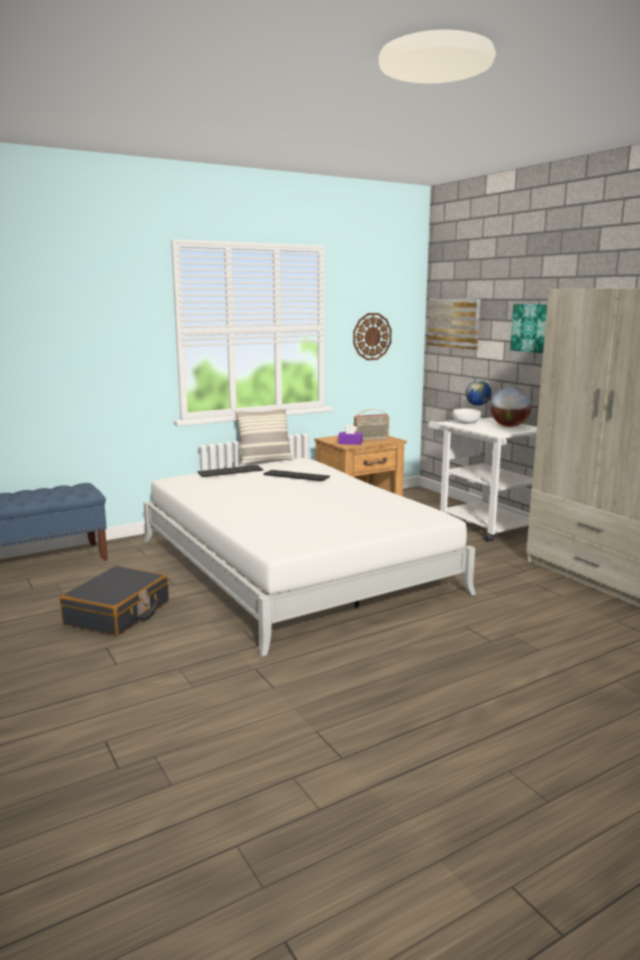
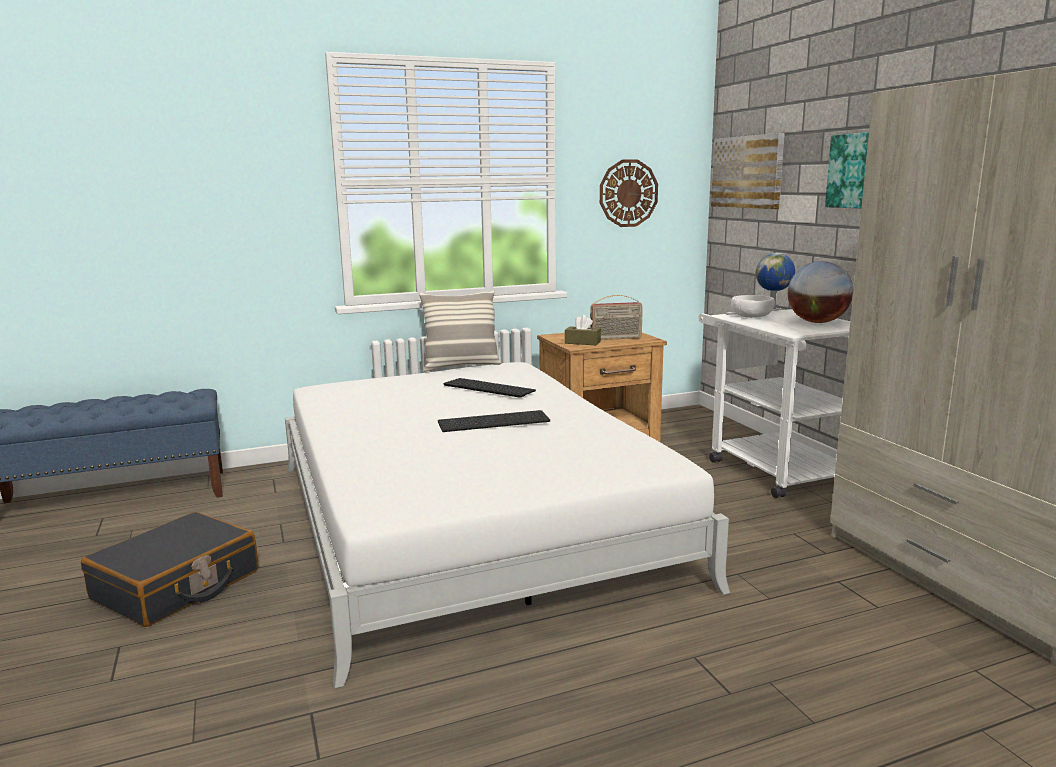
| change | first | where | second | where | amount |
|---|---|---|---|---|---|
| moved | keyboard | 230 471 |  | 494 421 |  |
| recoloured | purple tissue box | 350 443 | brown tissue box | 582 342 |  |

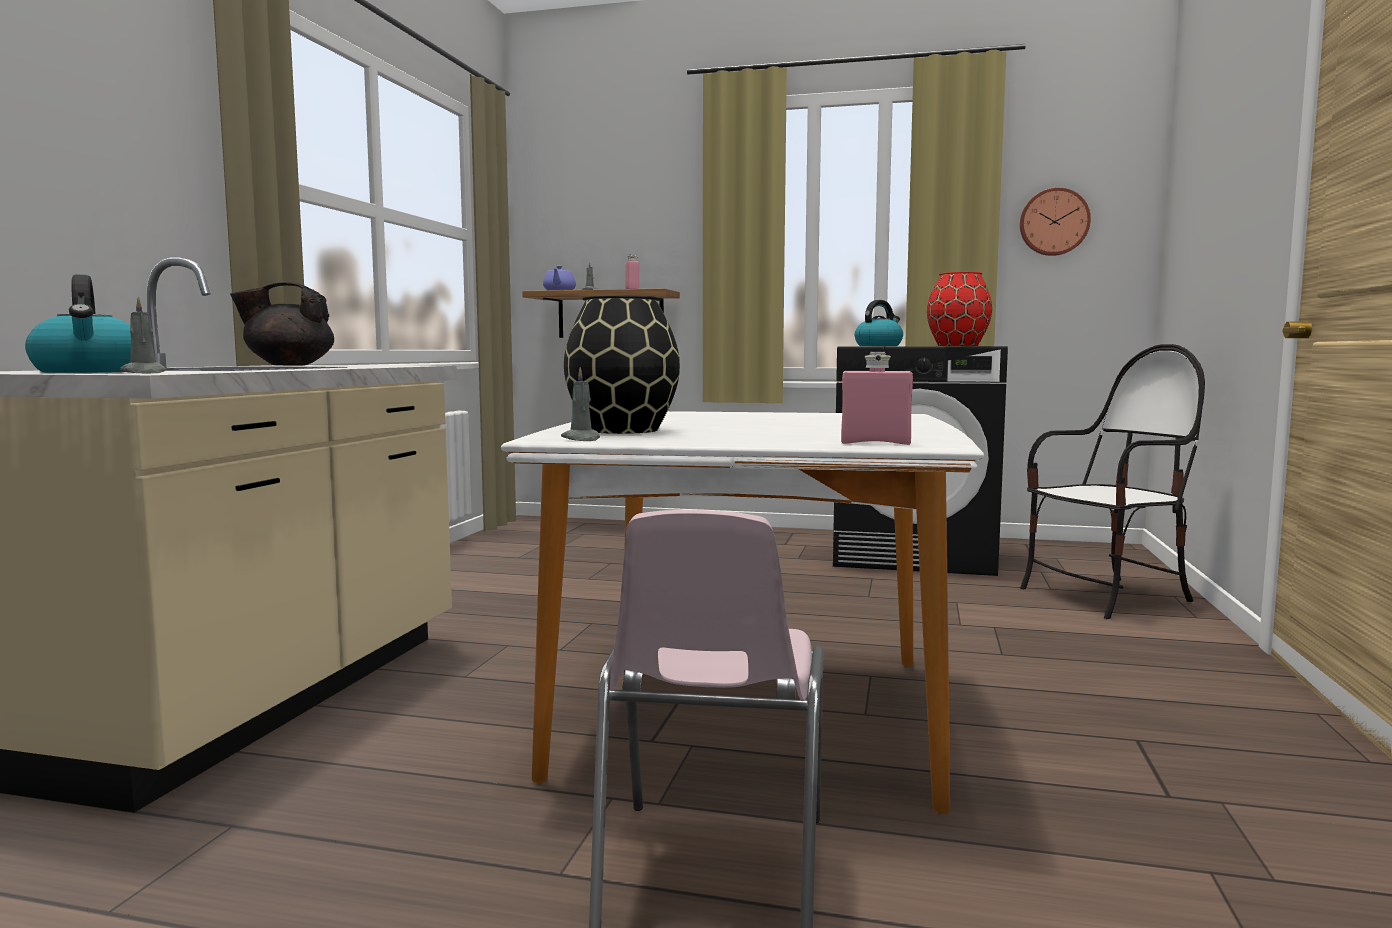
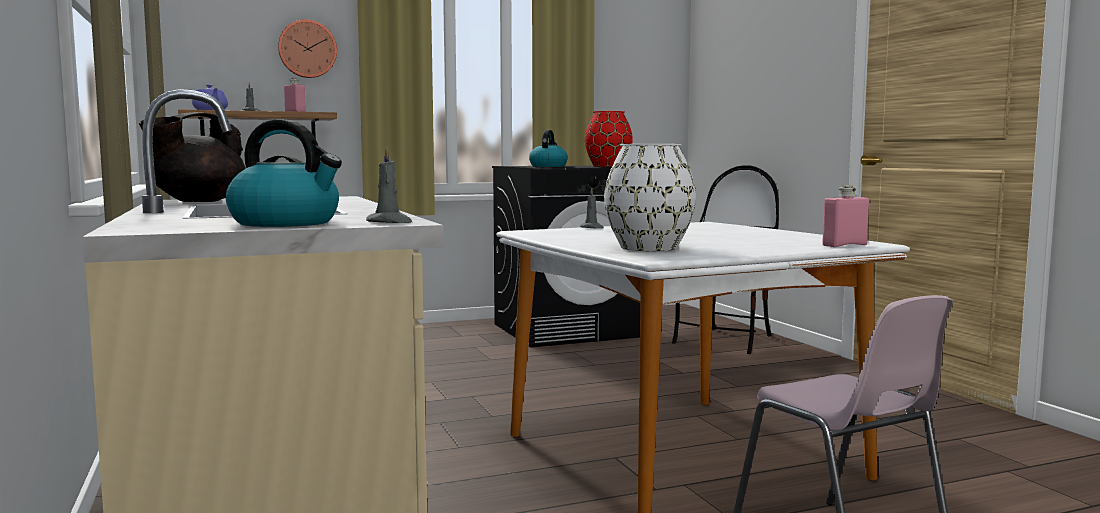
| change | first | where | second | where | amount |
|---|---|---|---|---|---|
| moved | grey candle | 582 439 |  | 592 228 |  |
| moved | wall clock | 1054 222 |  | 307 49 |  |
| recoloured | black vase | 621 430 | white vase | 647 248 |  |

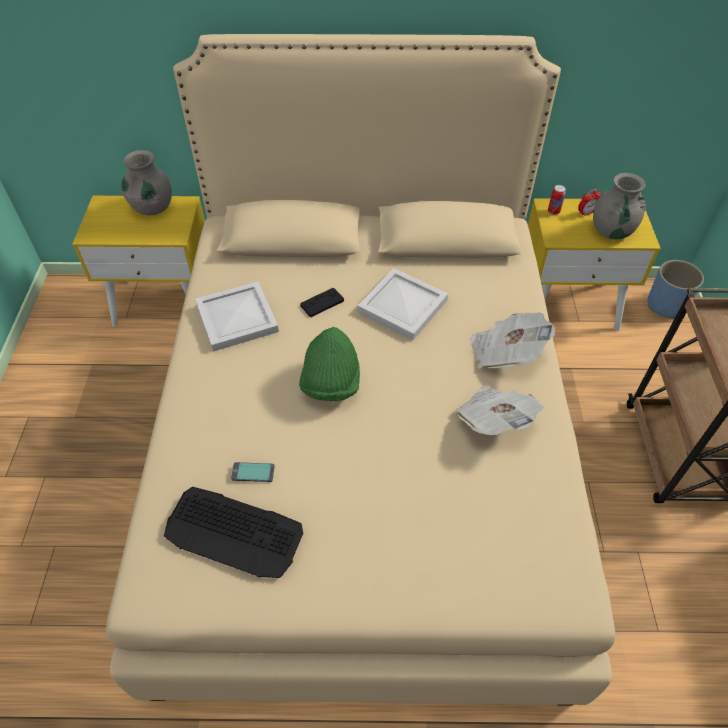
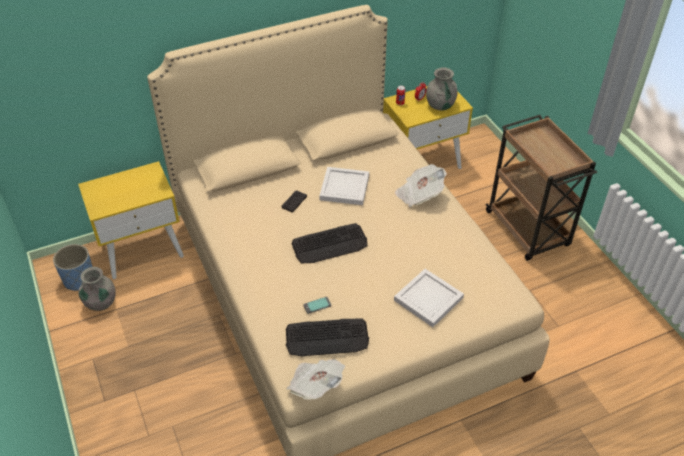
| change | first | where | second | where | amount |
|---|---|---|---|---|---|
| moved | grey vase | 153 207 |  | 101 302 |  |
| moved | white tray | 238 318 |  | 429 299 |  |
| moved | newspaper | 494 421 |  | 315 385 |  |
| moved | blue planter | 665 305 |  | 79 279 |  |
| replaced | green hat | 331 383 | keyboard | 330 244 |  |

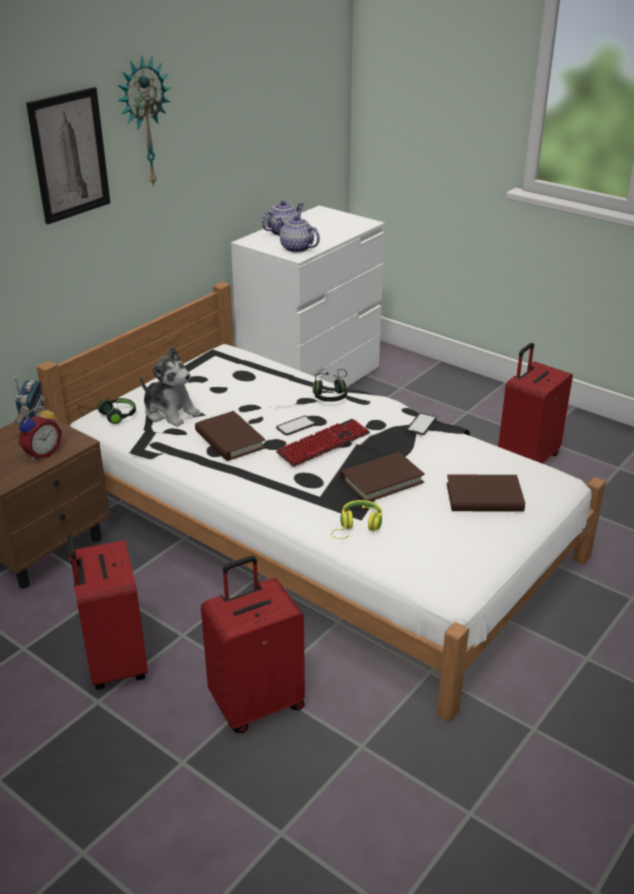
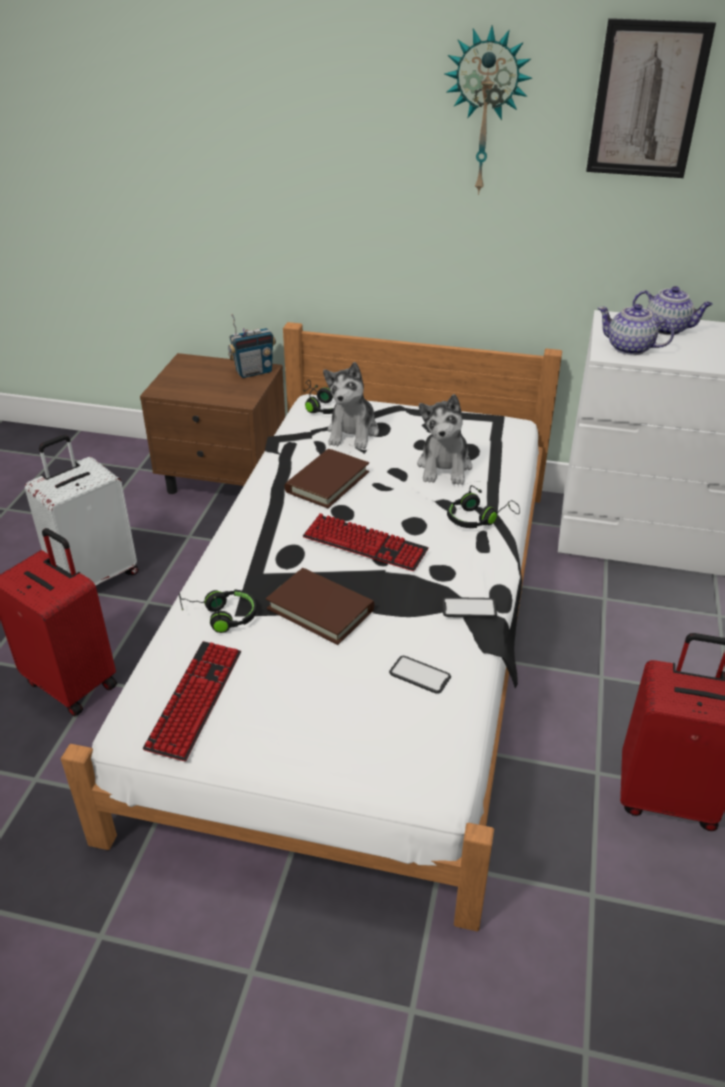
| change | first | where | second | where | amount |
|---|---|---|---|---|---|
| removed | alarm clock | 41 453 |  |  |  |
| removed | brown book | 484 498 |  |  |  |
| added |  |  | keyboard | 195 700 |  |
| added |  |  | plush toy | 444 467 |  |
| moved | picture | 69 155 |  | 647 100 |  |
| moved | phone | 296 426 |  | 420 675 |  |
| recoloured | red suitcase | 114 663 | white suitcase | 95 576 |  |
| recoloured | yellow headphones | 357 526 | black headphones | 220 616 |  |
| turned | teapot | 297 248 |  | 630 348 | 75 degrees counterclockwise |

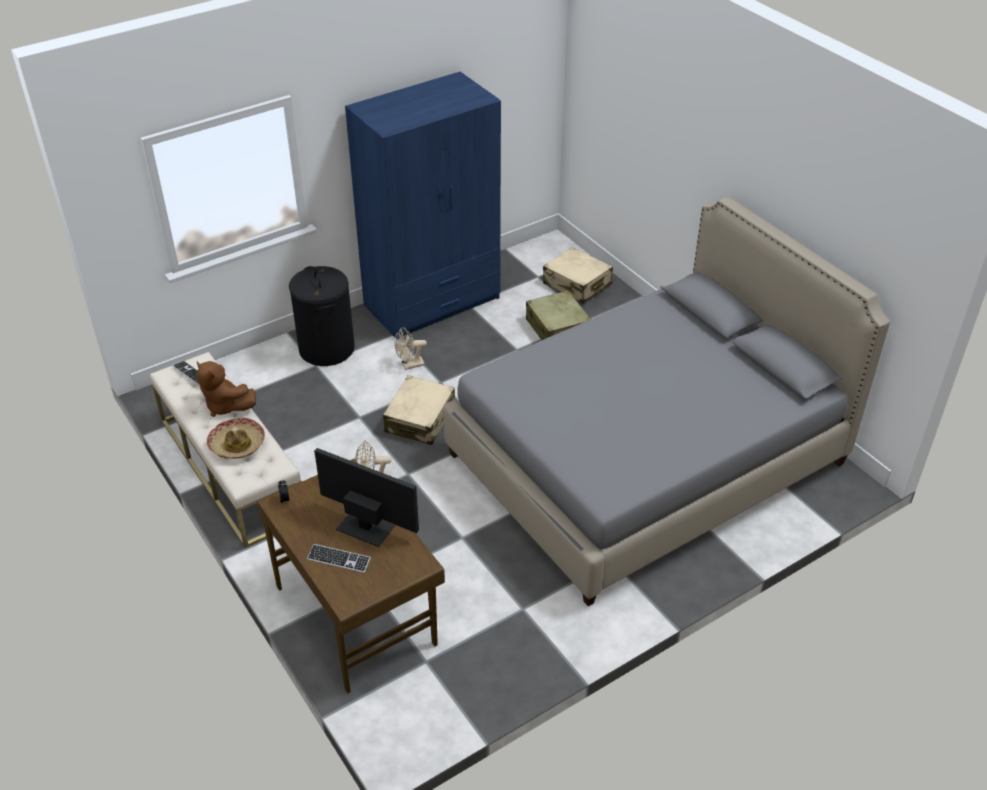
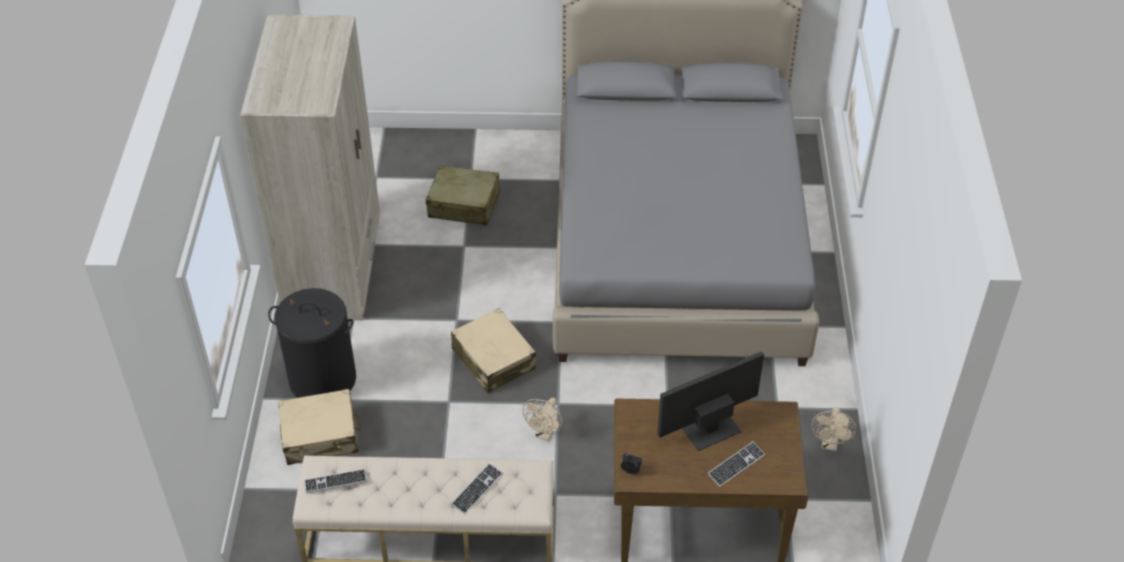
| change | first | where | second | where | amount |
|---|---|---|---|---|---|
| removed | brown plush toy | 225 406 |  |  |  |
| moved | beige fan | 409 365 |  | 830 444 |  |
| moved | beige suitcase | 577 284 |  | 320 436 |  |
| replaced | hat | 237 444 | keyboard | 477 489 |  |
| recoloured | blue wardrobe | 433 302 | beige wardrobe | 334 267 |  |

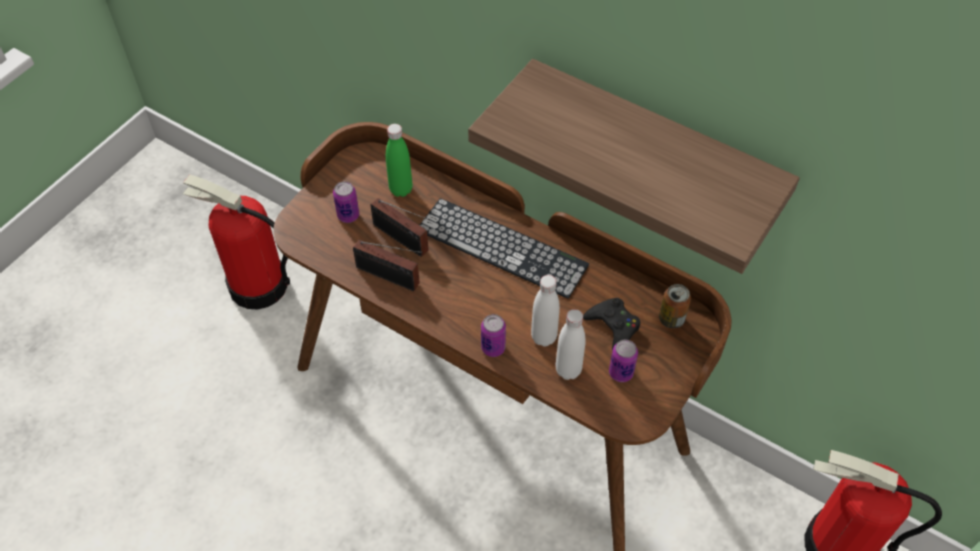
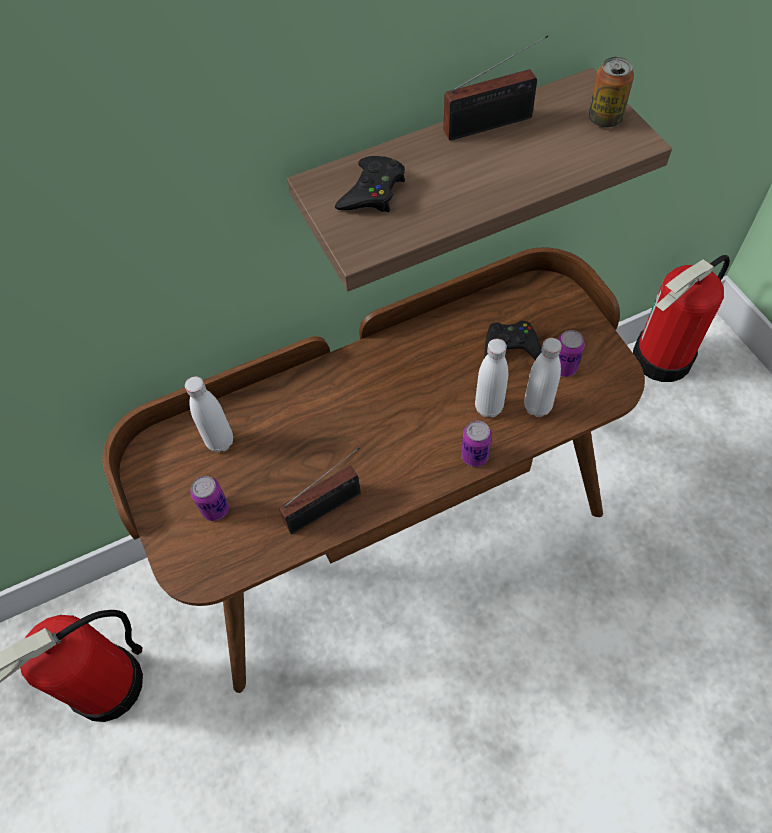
| change | first | where | second | where | amount |
|---|---|---|---|---|---|
| removed | keyboard | 501 247 |  |  |  |
| added |  |  | black game controller | 372 191 |  |
| moved | radio | 403 240 |  | 493 124 |  |
| moved | can | 671 319 |  | 605 119 |  |
| recoloured | green bottle | 401 189 | white bottle | 220 442 |  |

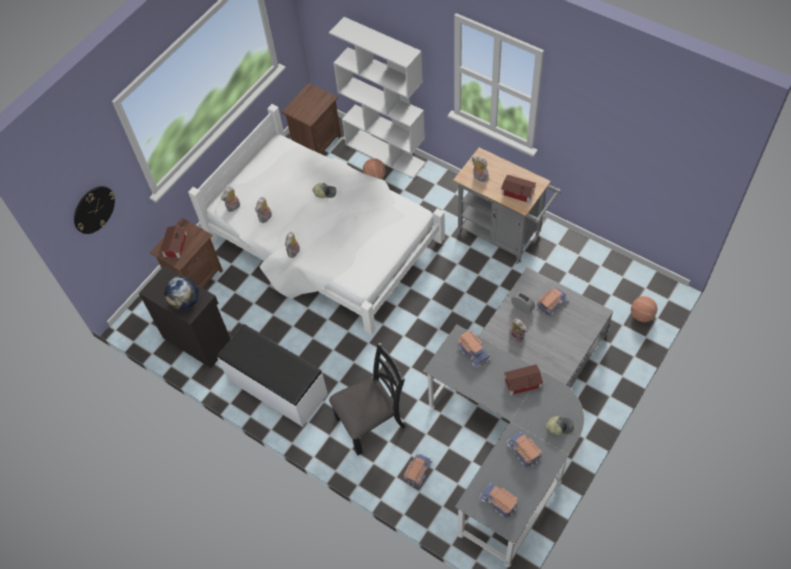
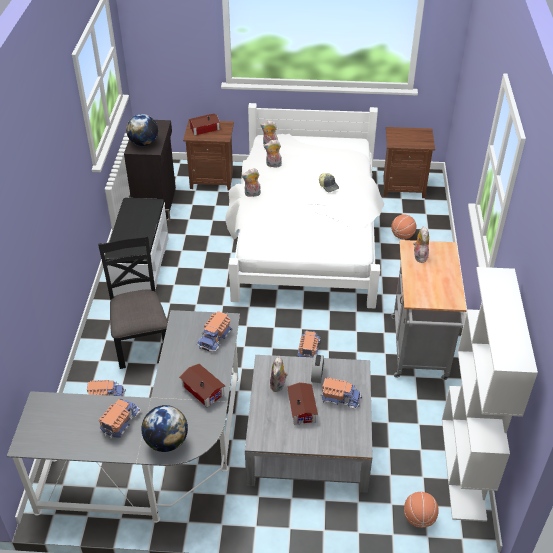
| change | first | where | second | where | amount |
|---|---|---|---|---|---|
| removed | wall clock | 93 209 |  |  |  |
| moved | white bookcase | 386 153 |  | 464 468 |  |
| moved | toy truck | 498 502 |  | 308 348 |  |
| moved | toy house | 517 191 |  | 302 407 |  |
| replaced | cap | 559 426 | globe | 166 441 |  |
| turned | black chair | 371 422 |  | 141 341 | 135 degrees counterclockwise |

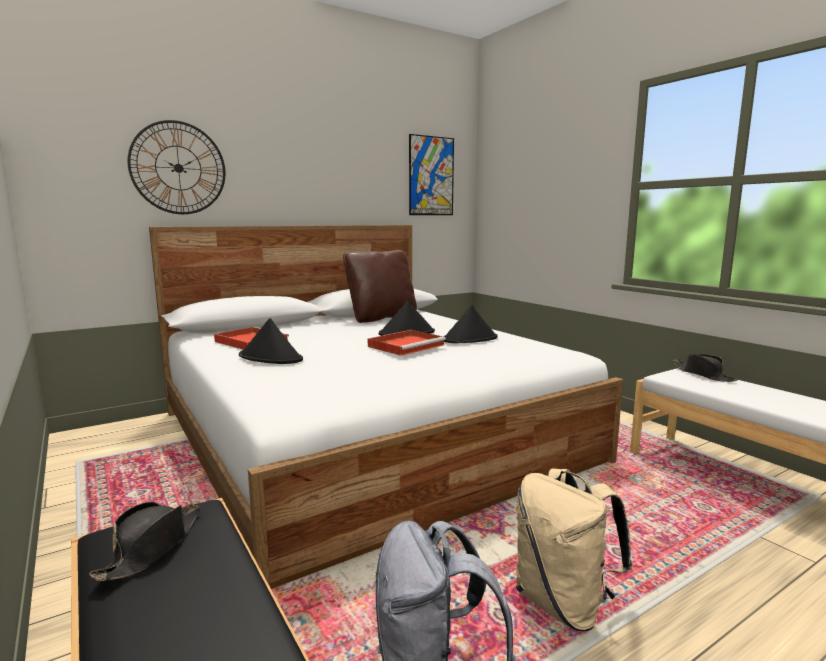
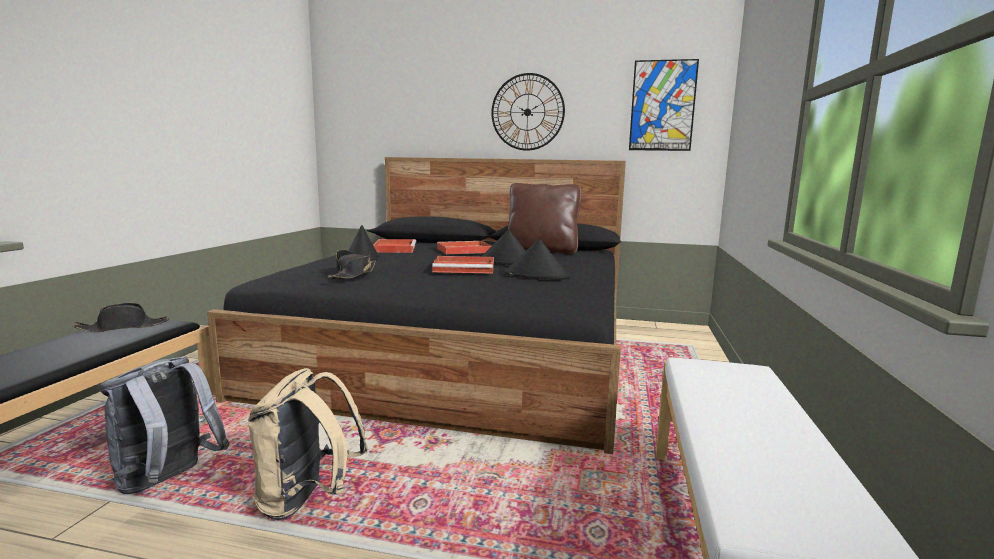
| change | first | where | second | where | amount |
|---|---|---|---|---|---|
| added |  |  | red tray | 463 250 |  |
| moved | wall clock | 178 168 |  | 527 112 |  |
| moved | black hat | 703 374 |  | 353 274 |  |
| recoloured | white bed | 367 435 | black bed | 463 351 |  |

